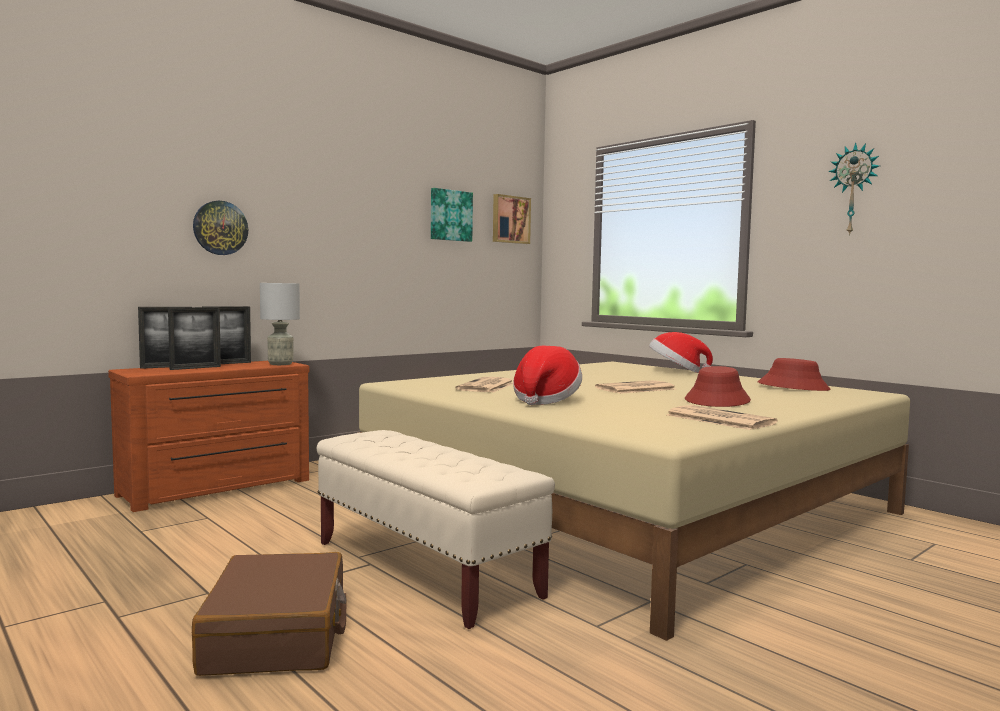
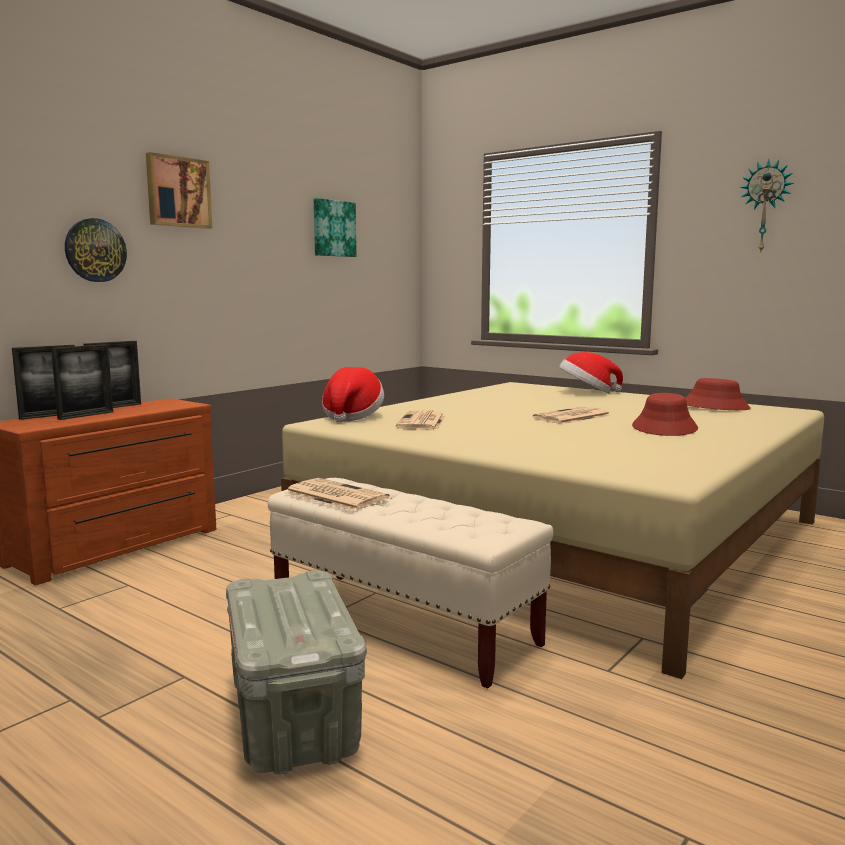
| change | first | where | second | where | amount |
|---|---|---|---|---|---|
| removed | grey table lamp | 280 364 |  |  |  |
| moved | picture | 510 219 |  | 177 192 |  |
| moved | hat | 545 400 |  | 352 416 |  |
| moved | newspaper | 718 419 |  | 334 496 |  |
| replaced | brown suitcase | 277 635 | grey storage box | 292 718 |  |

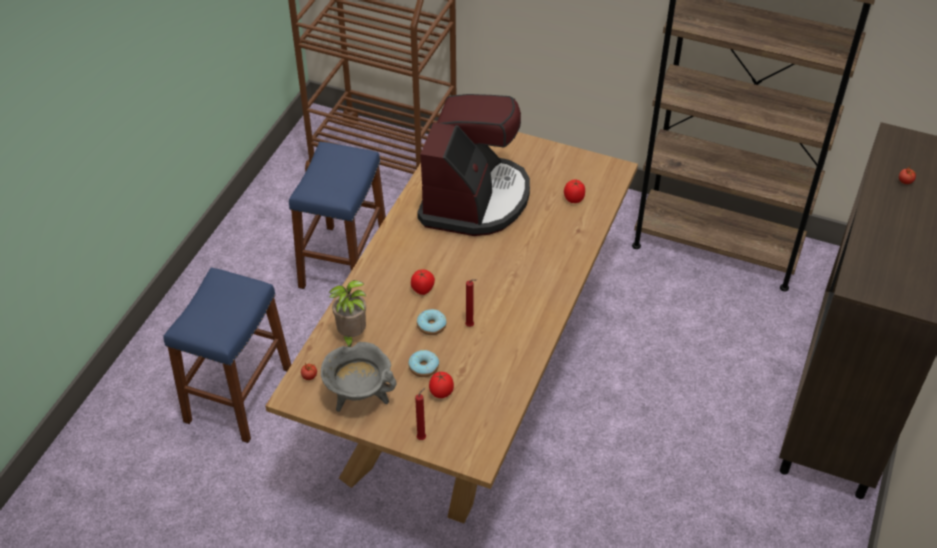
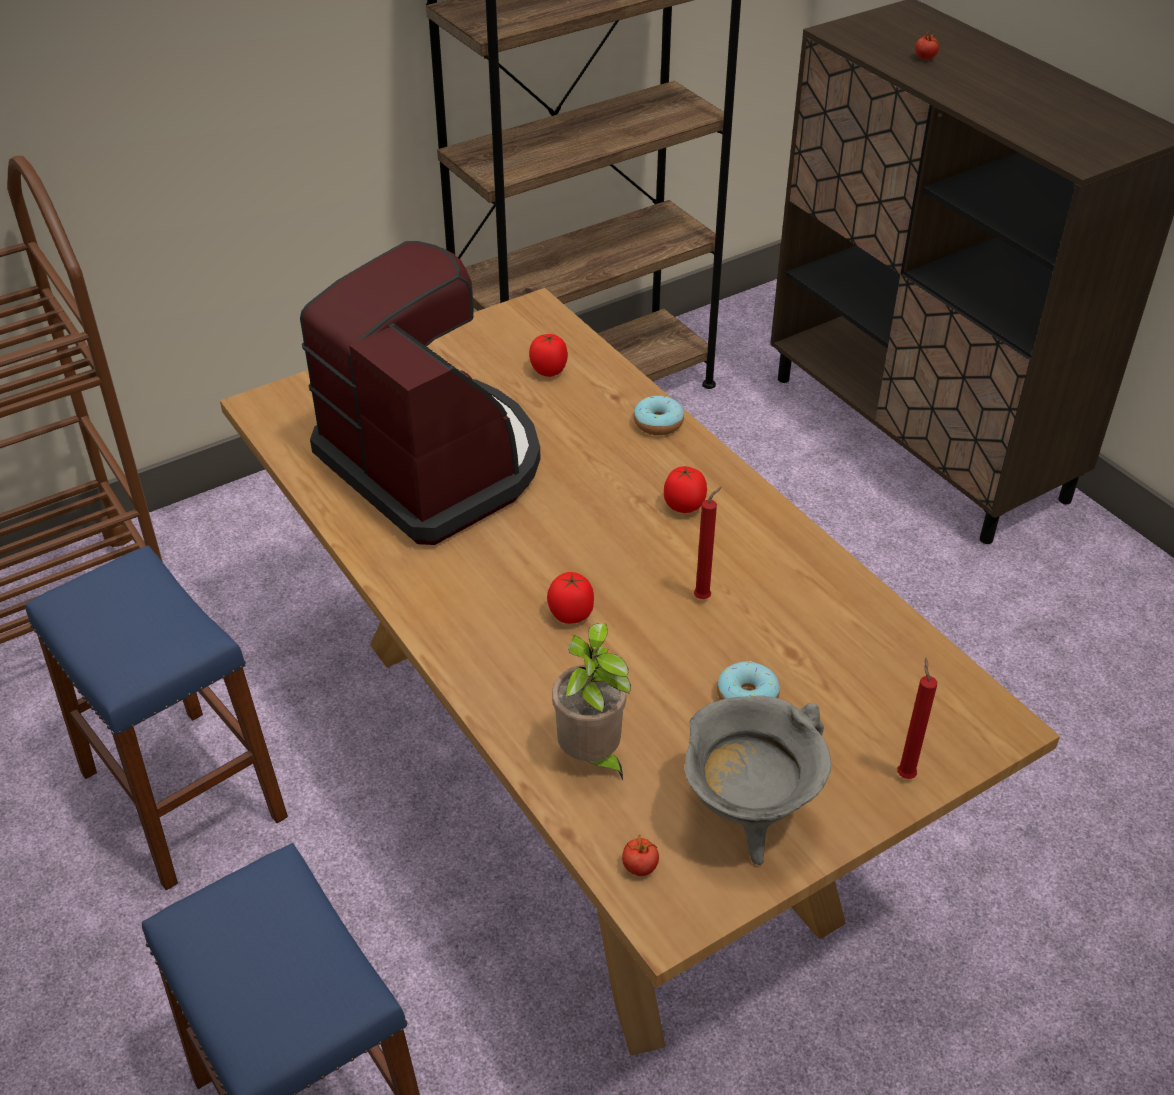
| change | first | where | second | where | amount |
|---|---|---|---|---|---|
| moved | donut | 431 326 |  | 658 423 |  |
| moved | tomato | 441 393 |  | 684 507 |  |

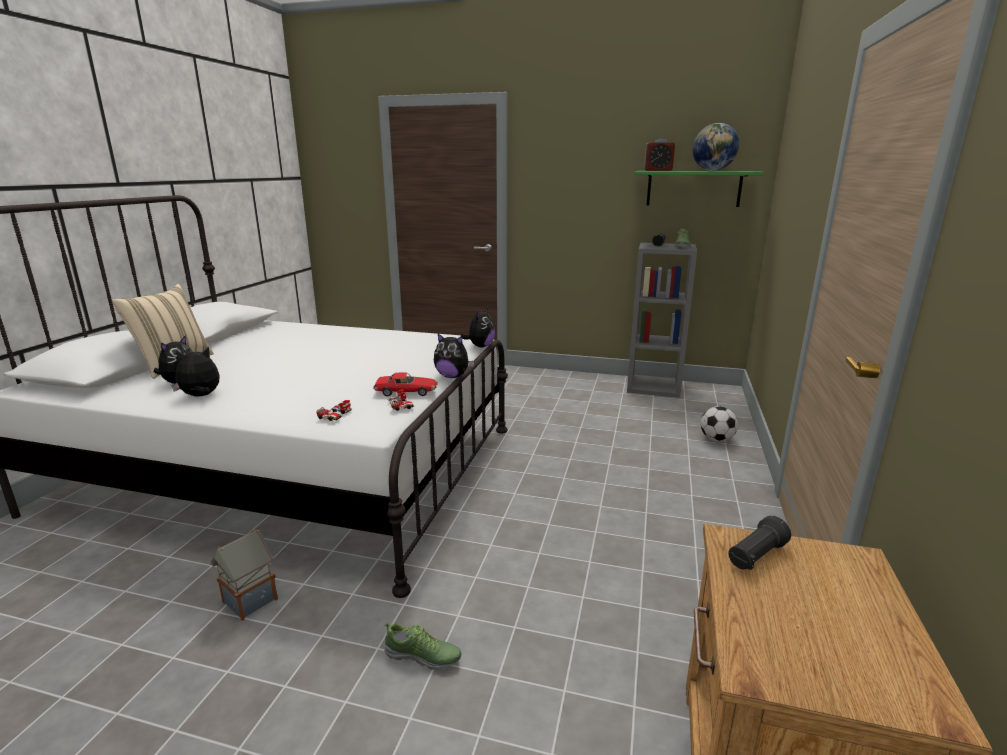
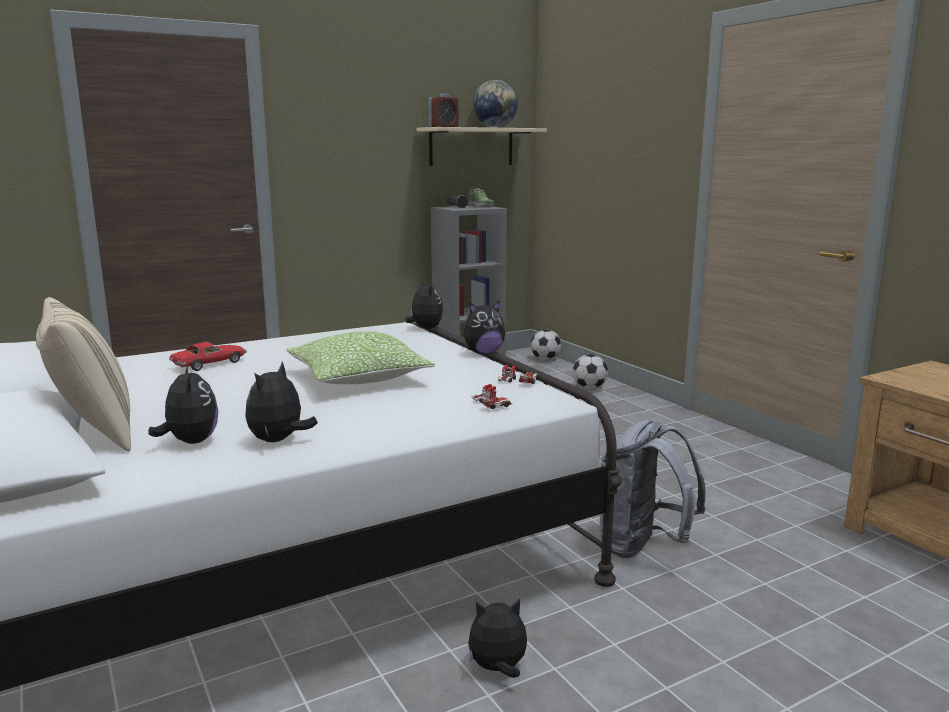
| change | first | where | second | where | amount |
|---|---|---|---|---|---|
| removed | shoe | 423 656 |  |  |  |
| removed | black flashlight | 755 556 |  |  |  |
| added |  |  | pillow | 358 378 |  |
| added |  |  | football | 545 359 |  |
| added |  |  | grey backpack | 643 547 |  |
| moved | toy car | 406 392 |  | 210 364 |  |
| replaced | toy house | 249 602 | plush toy | 497 669 |  |
| recoloured | green shelf | 693 188 | beige shelf | 471 146 |  |

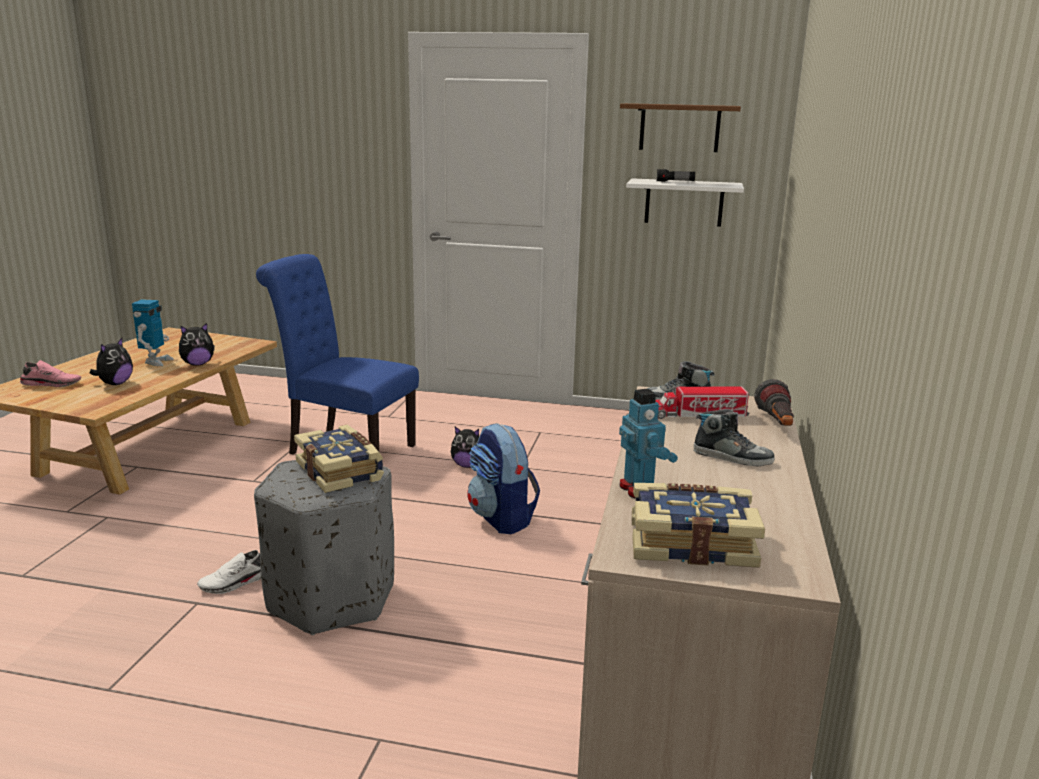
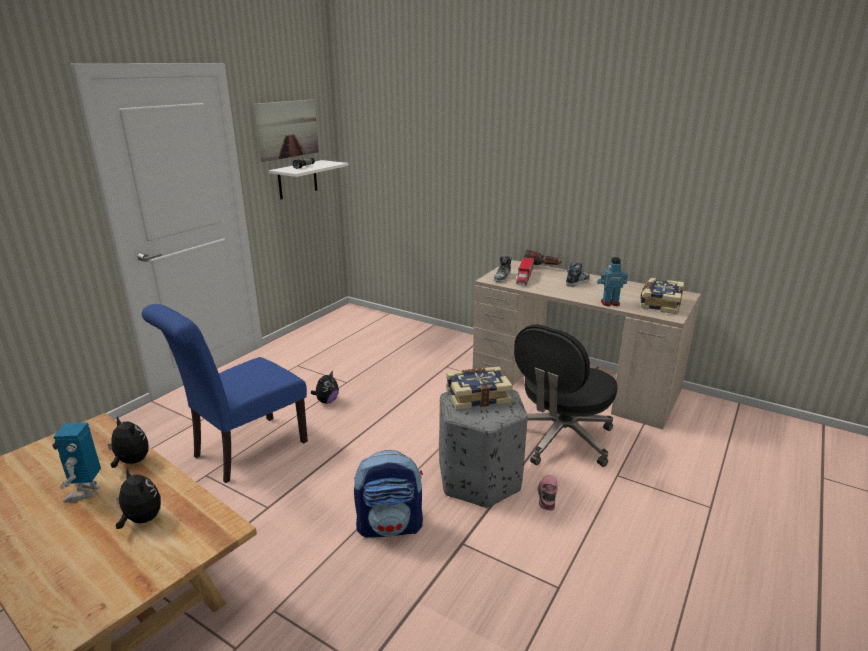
| change | first | where | second | where | amount |
|---|---|---|---|---|---|
| removed | white shoe | 235 583 |  |  |  |
| added |  |  | black office chair | 561 439 |  |
| moved | pink shoe | 52 384 |  | 546 496 |  |
| moved | backpack | 502 518 |  | 390 526 |  |
| replaced | brown shelf | 679 127 | picture | 287 129 |  |
| turned | toy robot | 156 362 |  | 86 492 | 120 degrees counterclockwise |
| turned | plush toy | 198 364 |  | 131 462 | 45 degrees counterclockwise |

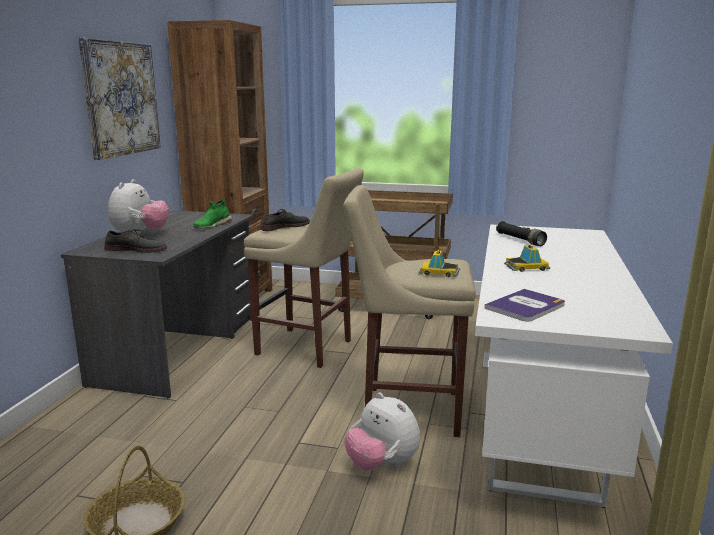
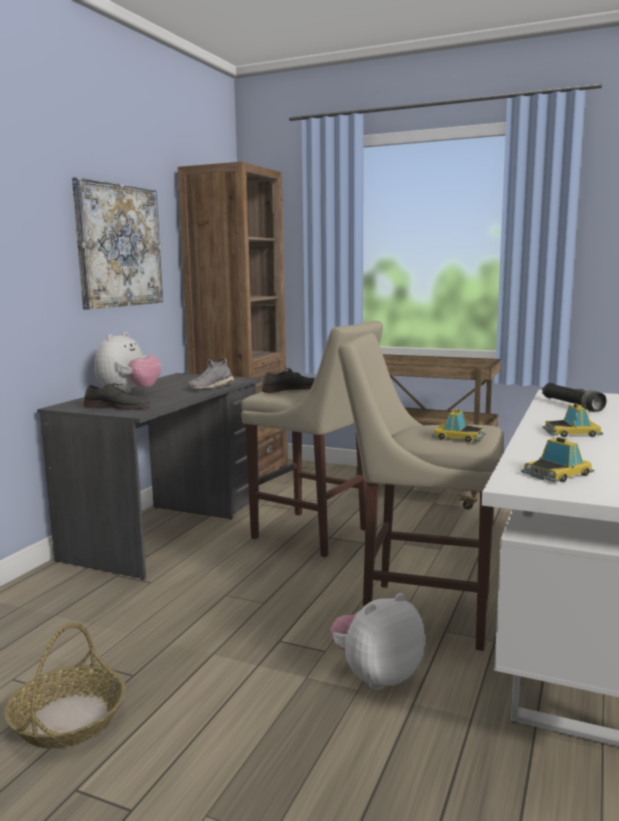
| change | first | where | second | where | amount |
|---|---|---|---|---|---|
| replaced | book | 525 306 | toy car | 557 473 |  |
| recoloured | green shoe | 212 226 | grey shoe | 210 387 |  |
| turned | plush toy | 382 464 |  | 376 676 | 90 degrees clockwise |

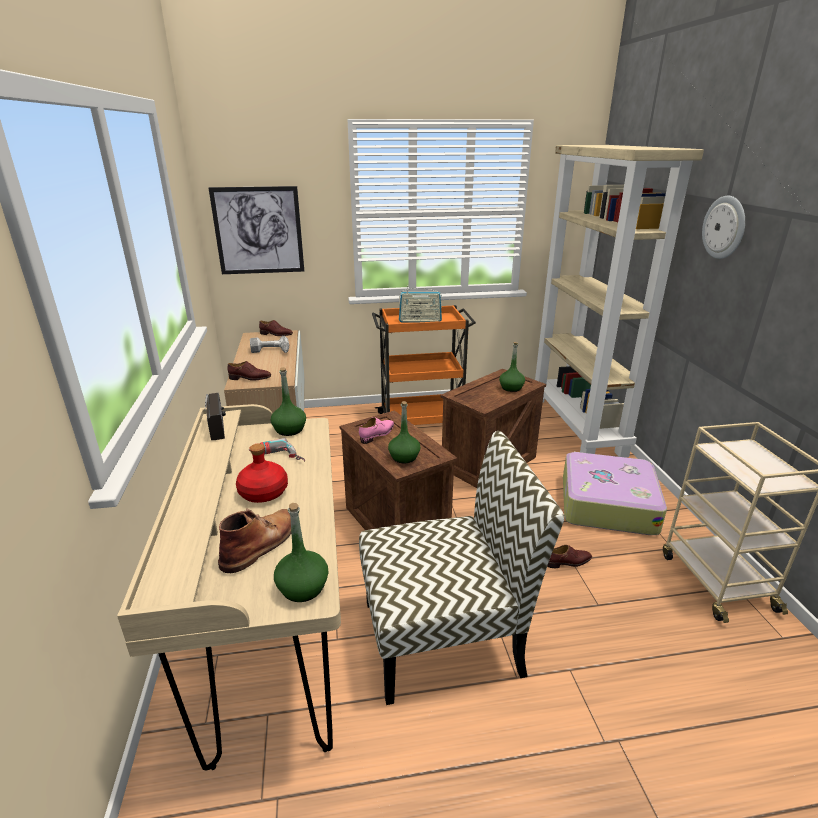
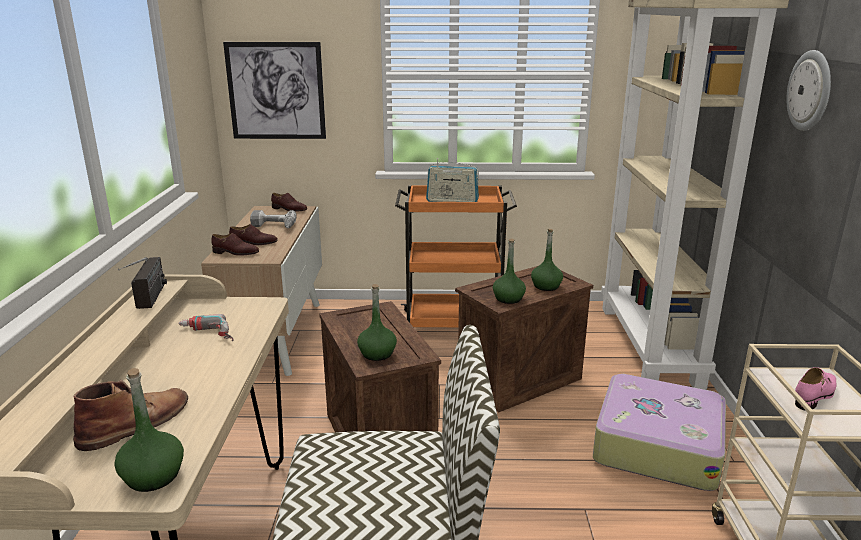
| change | first | where | second | where | amount |
|---|---|---|---|---|---|
| removed | red bottle | 263 492 |  |  |  |
| moved | green bottle | 289 429 |  | 508 299 |  |
| moved | pink shoe | 377 434 |  | 815 395 |  |
| moved | brown shoe | 568 562 |  | 254 243 |  |

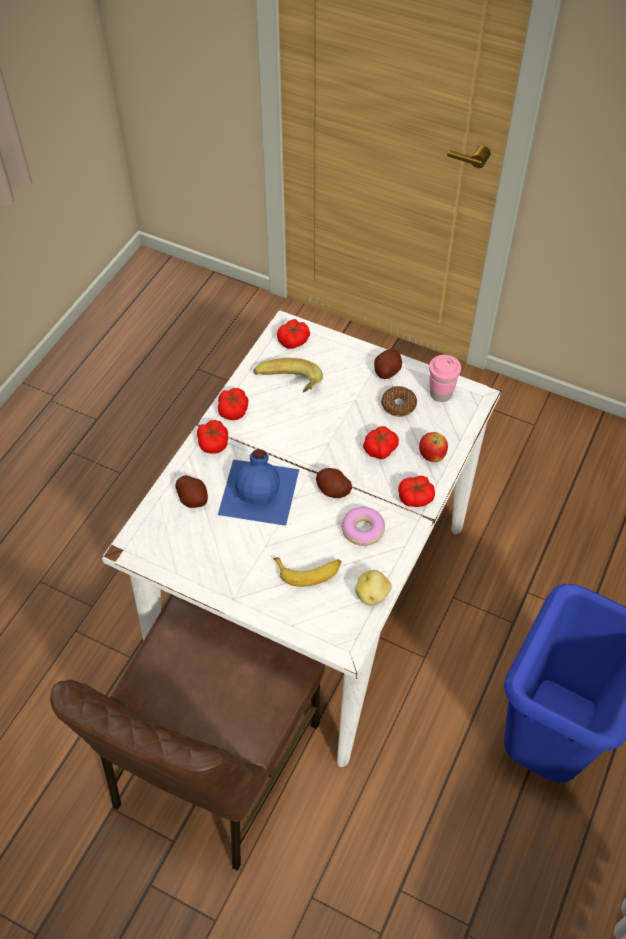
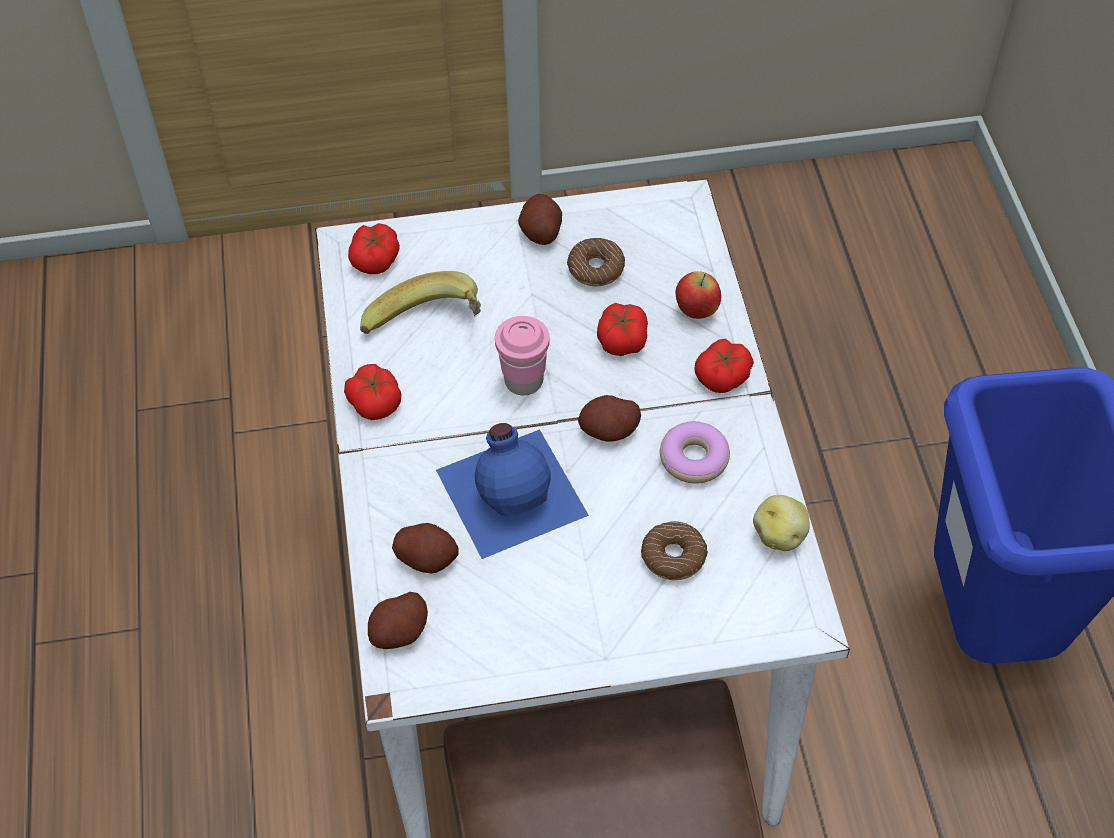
| change | first | where | second | where | amount |
|---|---|---|---|---|---|
| removed | tomato | 213 442 |  |  |  |
| added |  |  | potato | 399 631 |  |
| moved | pink cup | 440 394 |  | 524 381 |  |
| replaced | banana | 309 571 | donut | 673 556 |  |

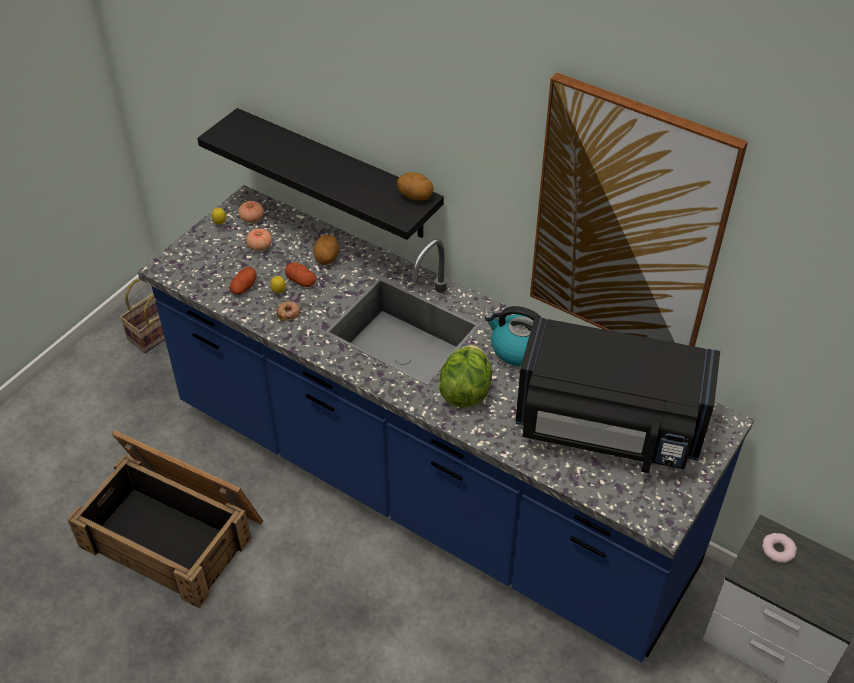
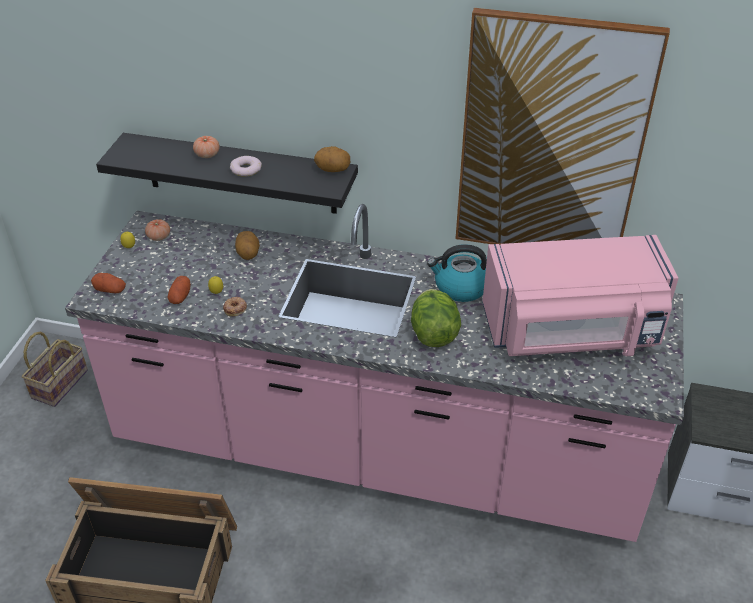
| change | first | where | second | where | amount |
|---|---|---|---|---|---|
| moved | tomato | 260 246 |  | 207 155 |  |
| moved | potato | 301 281 |  | 110 290 |  |
| moved | donut | 778 550 |  | 245 169 |  |
| recoloured | blue counter | 427 488 | pink counter | 376 452 |  |
| recoloured | black microwave | 607 429 | pink microwave | 572 333 |  |

